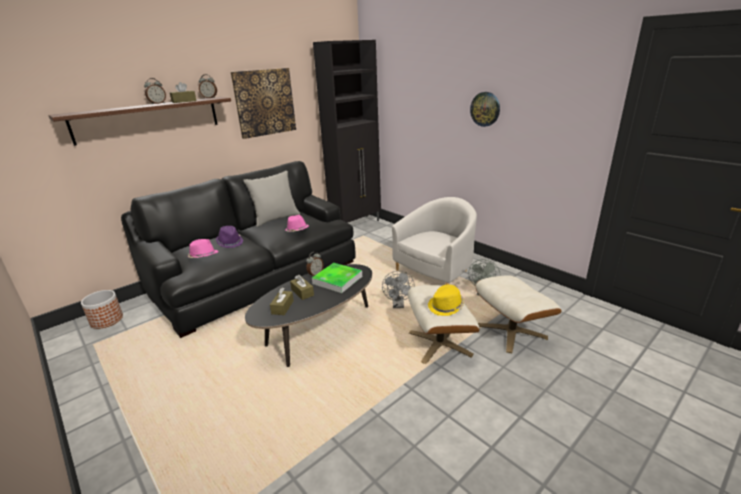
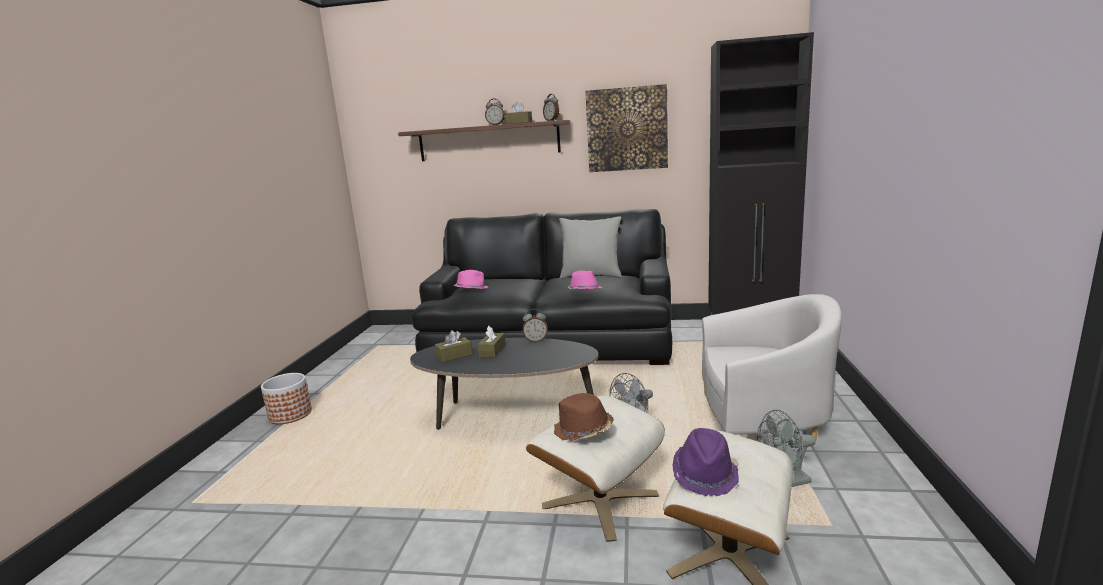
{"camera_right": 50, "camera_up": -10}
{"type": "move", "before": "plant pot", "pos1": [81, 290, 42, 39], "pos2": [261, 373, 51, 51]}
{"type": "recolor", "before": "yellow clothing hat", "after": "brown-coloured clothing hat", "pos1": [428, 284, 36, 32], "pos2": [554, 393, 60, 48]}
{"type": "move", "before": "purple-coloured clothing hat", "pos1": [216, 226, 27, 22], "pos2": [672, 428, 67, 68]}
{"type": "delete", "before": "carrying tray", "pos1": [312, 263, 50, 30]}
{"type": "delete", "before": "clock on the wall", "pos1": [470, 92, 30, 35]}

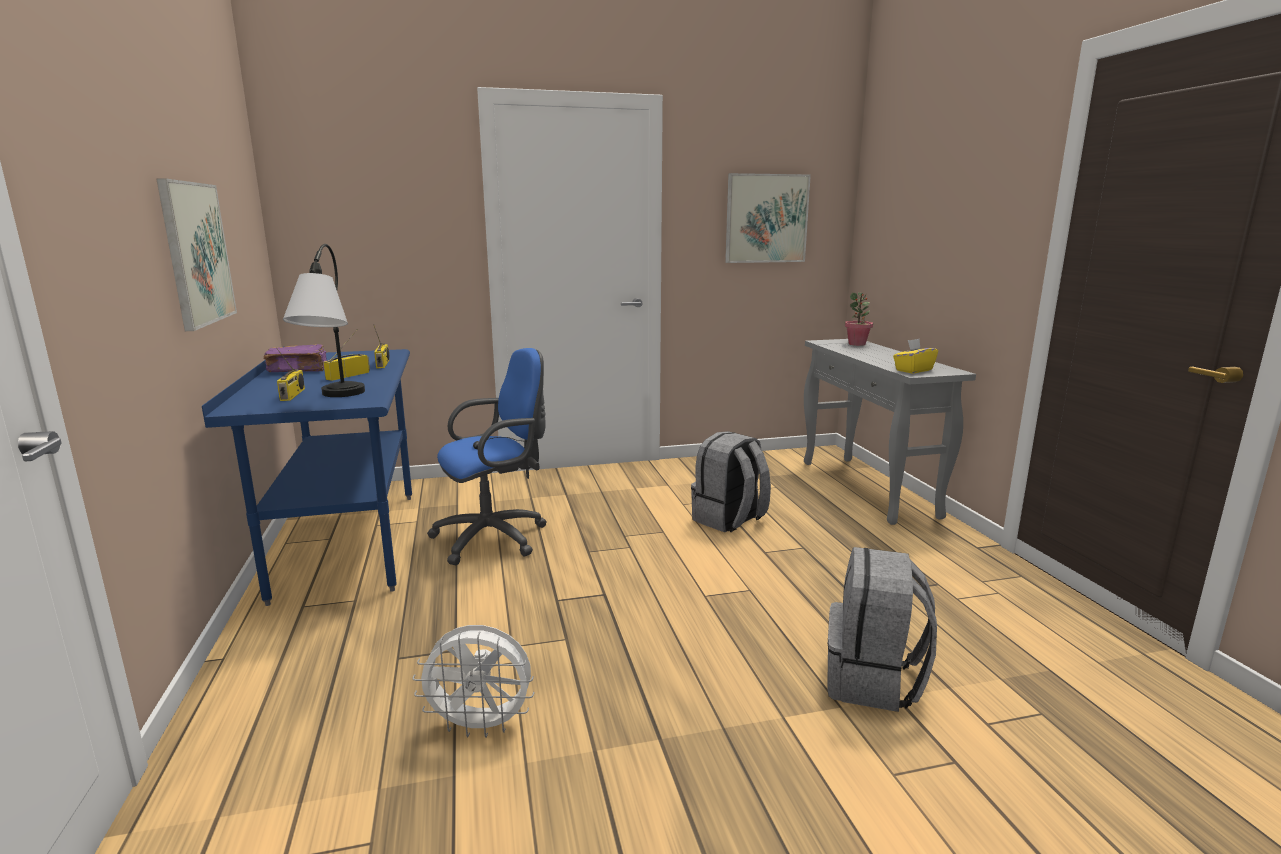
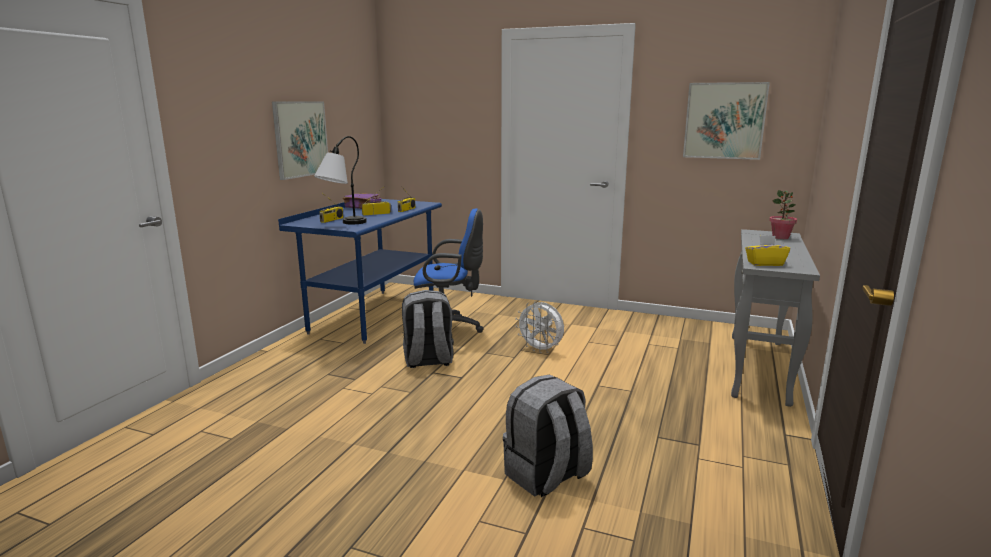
{"camera_right": 35, "camera_up": 0}
{"type": "move", "before": "gray backpack", "pos1": [691, 431, 80, 101], "pos2": [402, 290, 52, 78]}
{"type": "move", "before": "white cooling fan", "pos1": [412, 625, 123, 113], "pos2": [516, 301, 48, 52]}

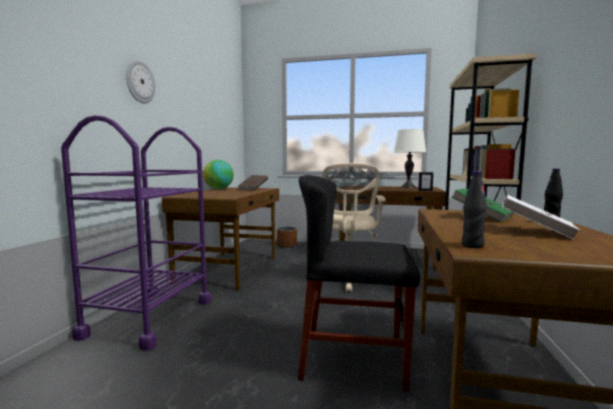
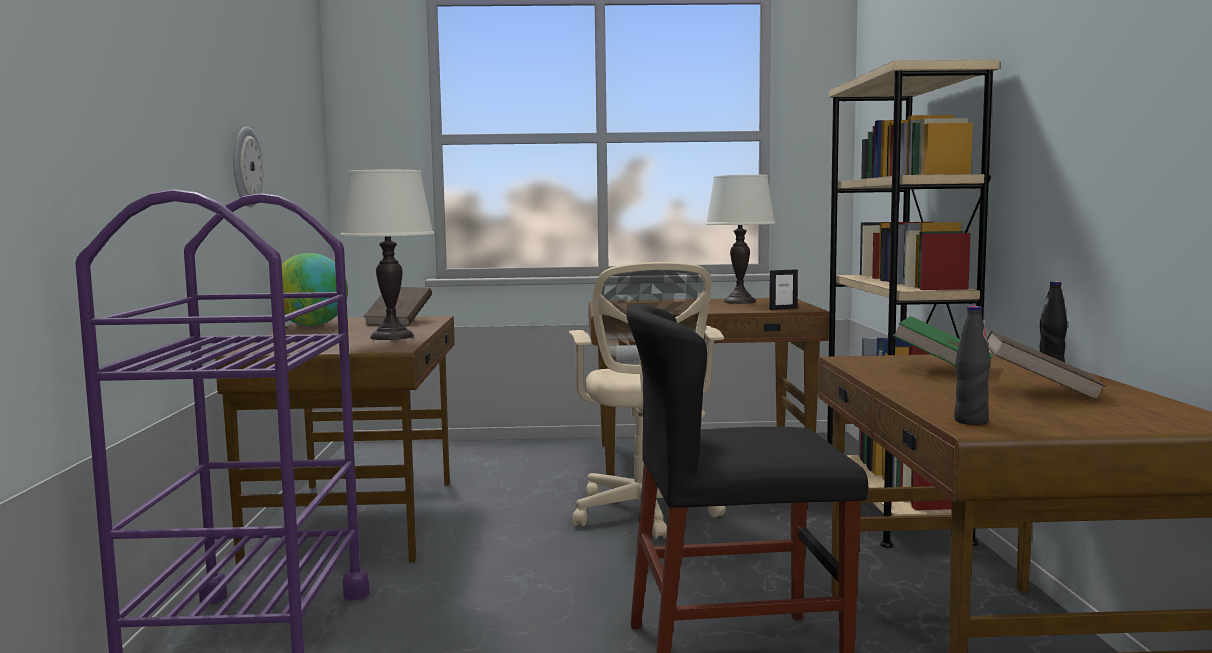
{"camera_right": -15, "camera_up": 0}
{"type": "move", "before": "clock on the wall", "pos1": [126, 60, 29, 43], "pos2": [234, 127, 29, 80]}
{"type": "insert", "after": "white tabletop lamp", "pos2": [340, 170, 94, 170]}
{"type": "recolor", "before": "white book", "after": "brown-coloured book", "pos1": [502, 195, 78, 45], "pos2": [987, 331, 119, 70]}
{"type": "delete", "before": "brown-coloured plant pot", "pos1": [277, 226, 20, 22]}

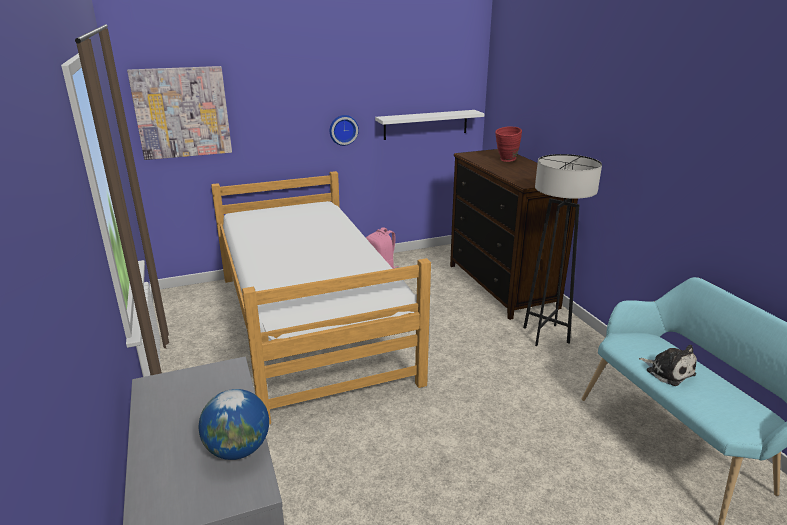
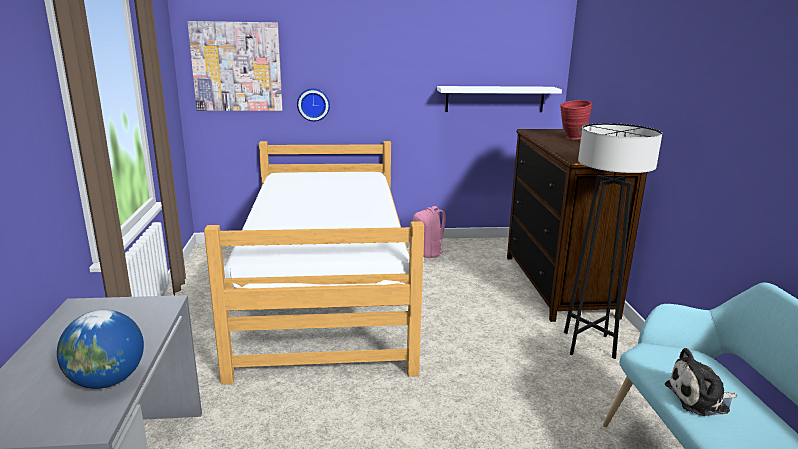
{"camera_right": 15, "camera_up": -5}
{"type": "move", "before": "clock on the wall", "pos1": [330, 115, 29, 31], "pos2": [297, 88, 33, 33]}
{"type": "rotate", "before": "soft toy", "pos1": [639, 345, 58, 41], "pos2": [665, 348, 72, 68], "turn": 105}

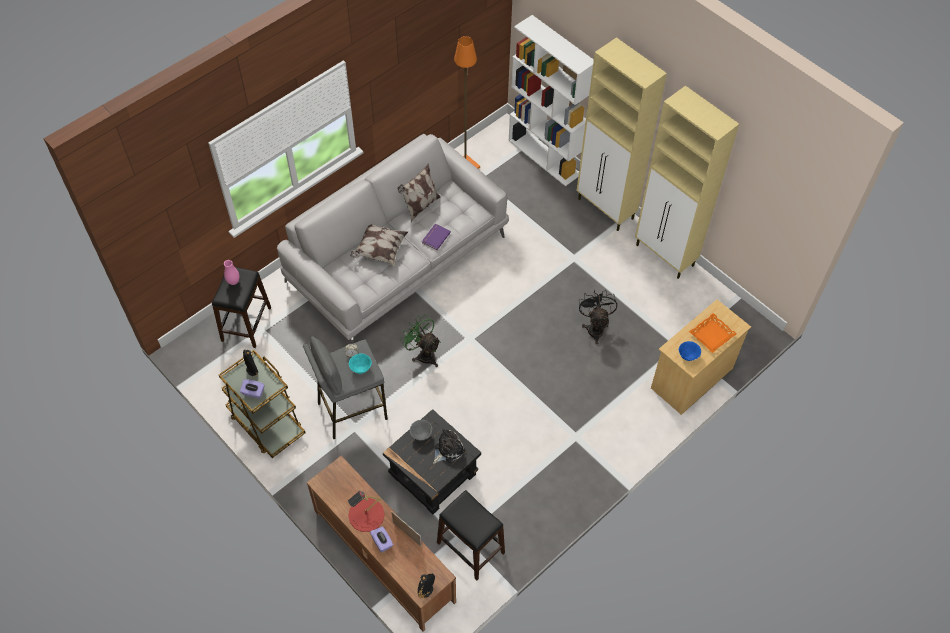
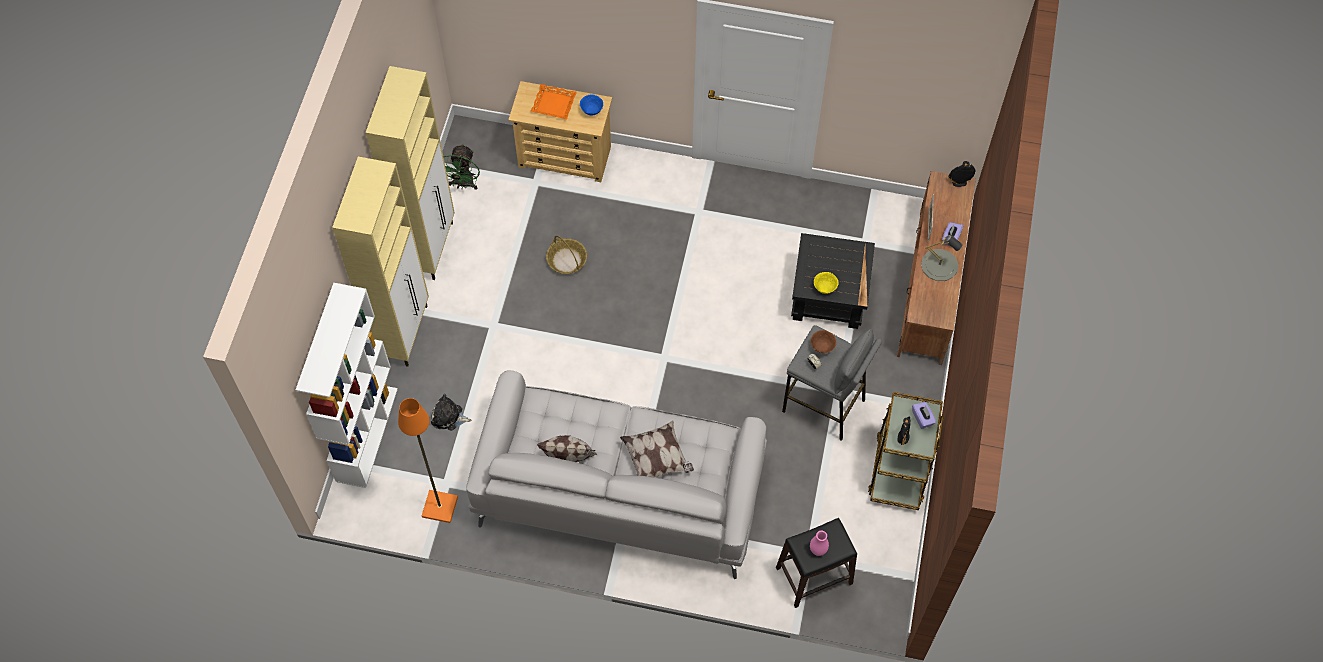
{"camera_right": -125, "camera_up": 5}
{"type": "move", "before": "soft toy", "pos1": [433, 429, 33, 35], "pos2": [431, 394, 40, 36]}
{"type": "move", "before": "greenish cooling fan", "pos1": [400, 315, 41, 52], "pos2": [443, 144, 37, 46]}
{"type": "replace", "before": "black cooling fan", "after": "household basket", "pos1": [579, 290, 38, 55], "pos2": [546, 235, 41, 39]}
{"type": "recolor", "before": "turquoise bowl", "after": "brown-coloured bowl", "pos1": [349, 353, 23, 21], "pos2": [811, 330, 26, 23]}
{"type": "recolor", "before": "gray bowl", "after": "yellow bowl", "pos1": [410, 420, 22, 21], "pos2": [814, 272, 25, 22]}
{"type": "recolor", "before": "red-coloured tabletop lamp", "after": "gray tabletop lamp", "pos1": [348, 491, 37, 41], "pos2": [921, 235, 41, 46]}
{"type": "delete", "before": "purple-coloured book", "pos1": [422, 224, 29, 26]}
{"type": "delete", "before": "black stool seat", "pos1": [437, 490, 68, 91]}

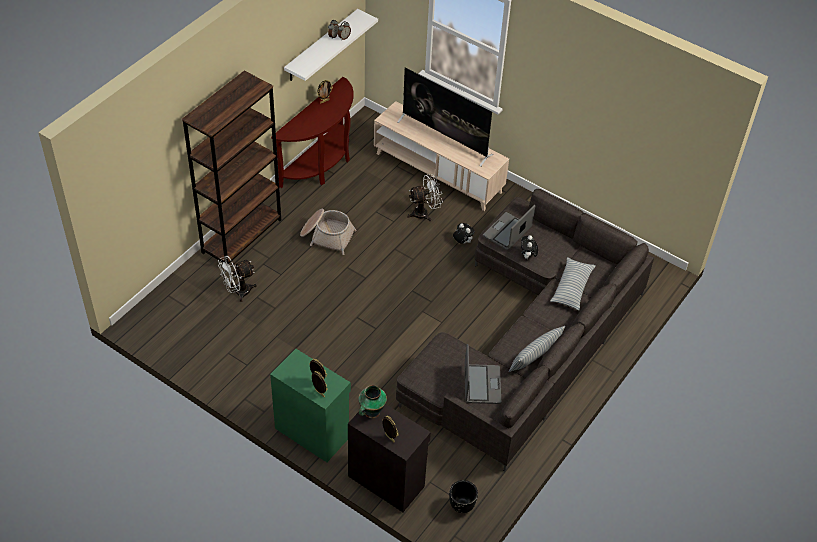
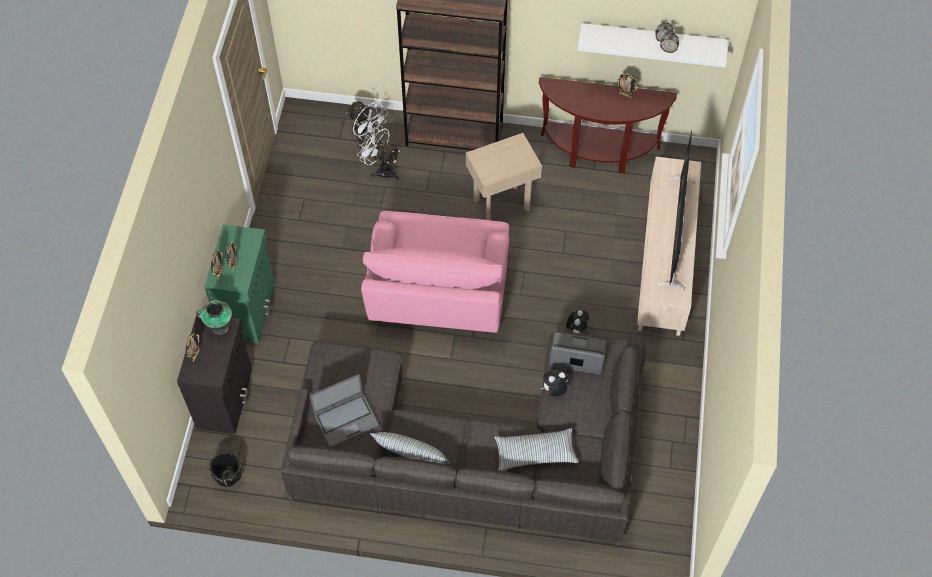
{"camera_right": 65, "camera_up": 10}
{"type": "move", "before": "white cooling fan", "pos1": [407, 174, 36, 47], "pos2": [346, 101, 42, 46]}
{"type": "insert", "after": "pinkish lounge chair", "pos2": [361, 211, 148, 122]}
{"type": "replace", "before": "household basket", "after": "beige-coloured accent table", "pos1": [300, 209, 57, 46], "pos2": [466, 133, 76, 87]}

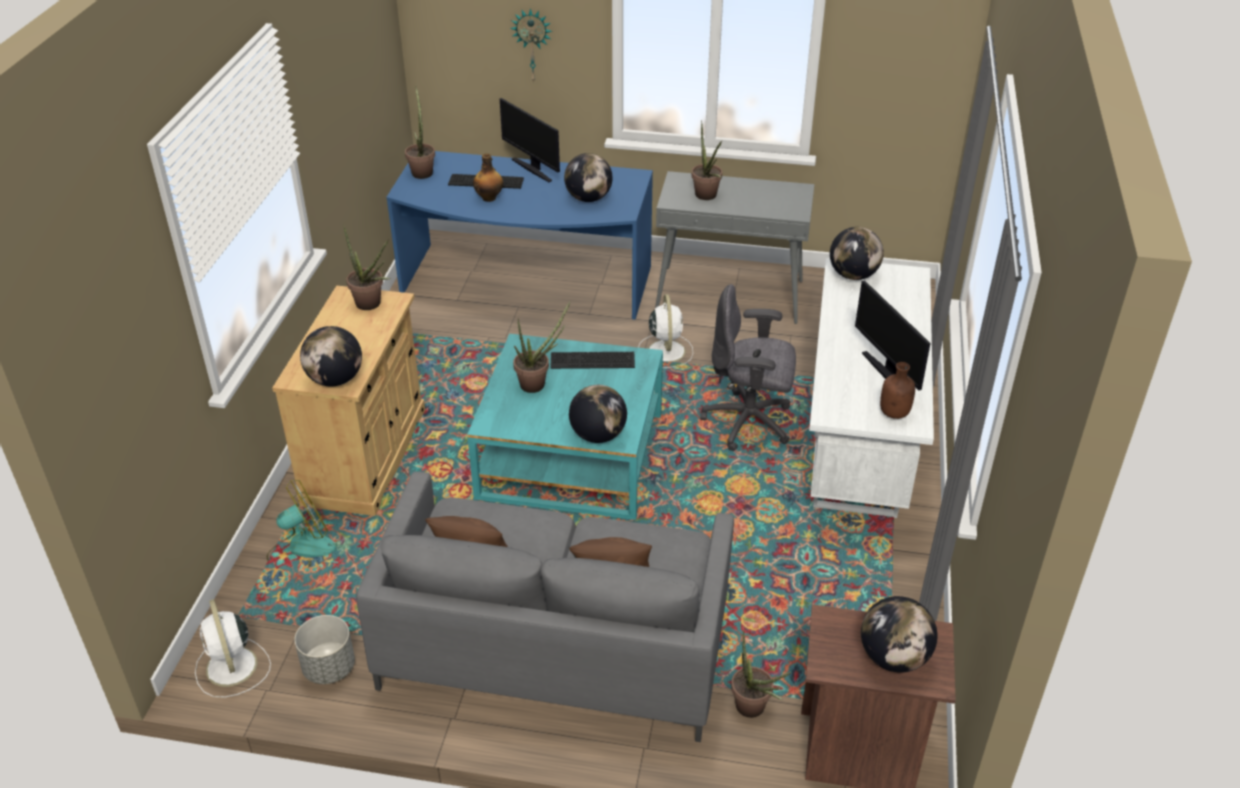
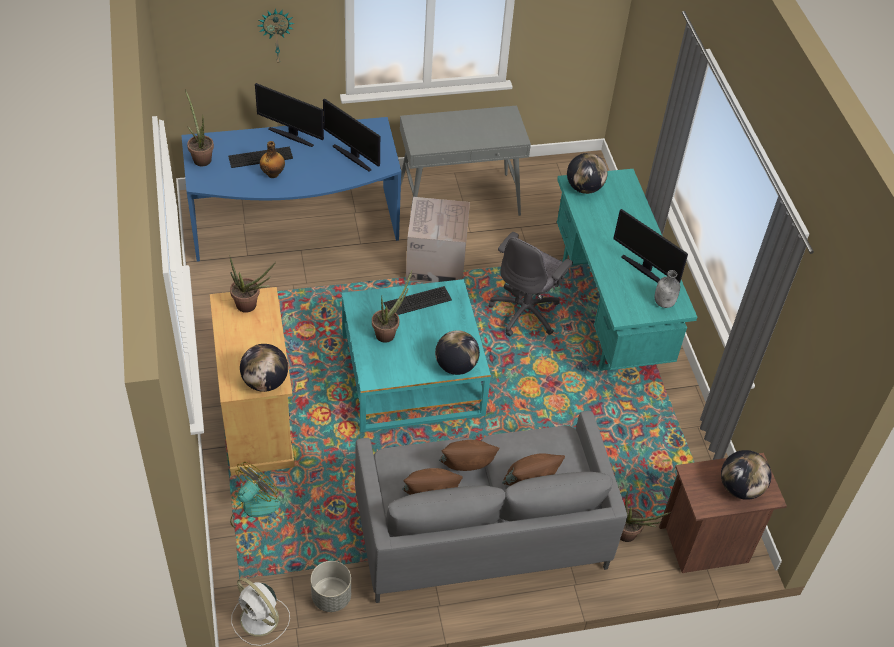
{"camera_right": -25, "camera_up": 10}
{"type": "replace", "before": "world globe", "after": "computer display", "pos1": [564, 153, 49, 49], "pos2": [323, 98, 57, 73]}
{"type": "replace", "before": "white cooling fan", "after": "cardboard box", "pos1": [638, 294, 55, 74], "pos2": [406, 197, 64, 86]}
{"type": "insert", "after": "brown-coloured cushion", "pos2": [439, 440, 60, 31]}
{"type": "rotate", "before": "gray desk chair", "pos1": [700, 284, 96, 167], "pos2": [489, 232, 84, 105], "turn": -45}
{"type": "recolor", "before": "white desk", "after": "turquoise desk", "pos1": [809, 258, 125, 260], "pos2": [557, 169, 140, 202]}
{"type": "recolor", "before": "brown-coloured bottle", "after": "gray bottle", "pos1": [880, 362, 35, 57], "pos2": [655, 270, 25, 38]}
{"type": "delete", "before": "potted plant", "pos1": [692, 120, 30, 80]}

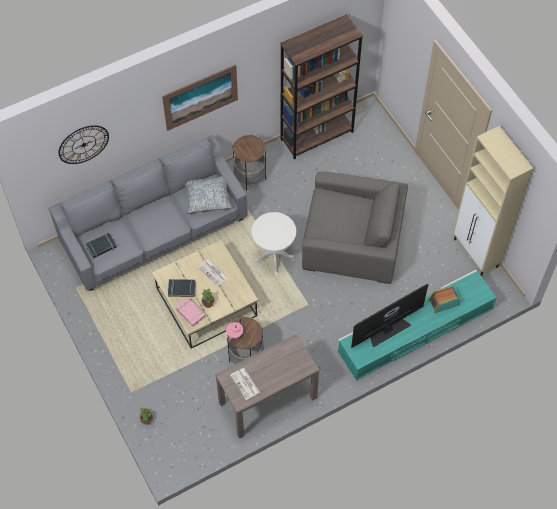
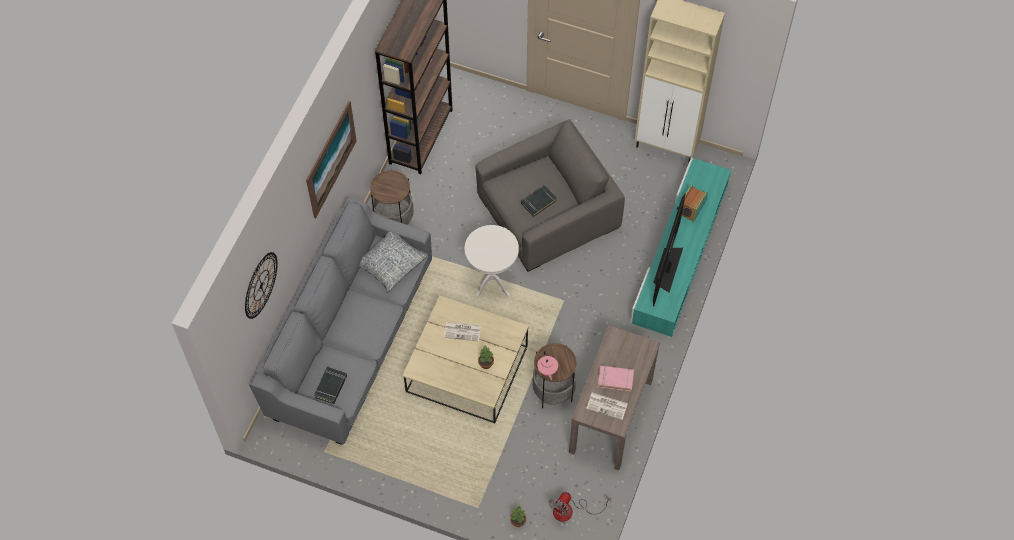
{"camera_right": -40, "camera_up": 0}
{"type": "move", "before": "black book", "pos1": [168, 279, 28, 18], "pos2": [521, 185, 36, 32]}
{"type": "insert", "after": "cooling fan", "pos2": [549, 492, 62, 30]}
{"type": "move", "before": "pinkish book", "pos1": [175, 297, 31, 30], "pos2": [598, 365, 36, 27]}

